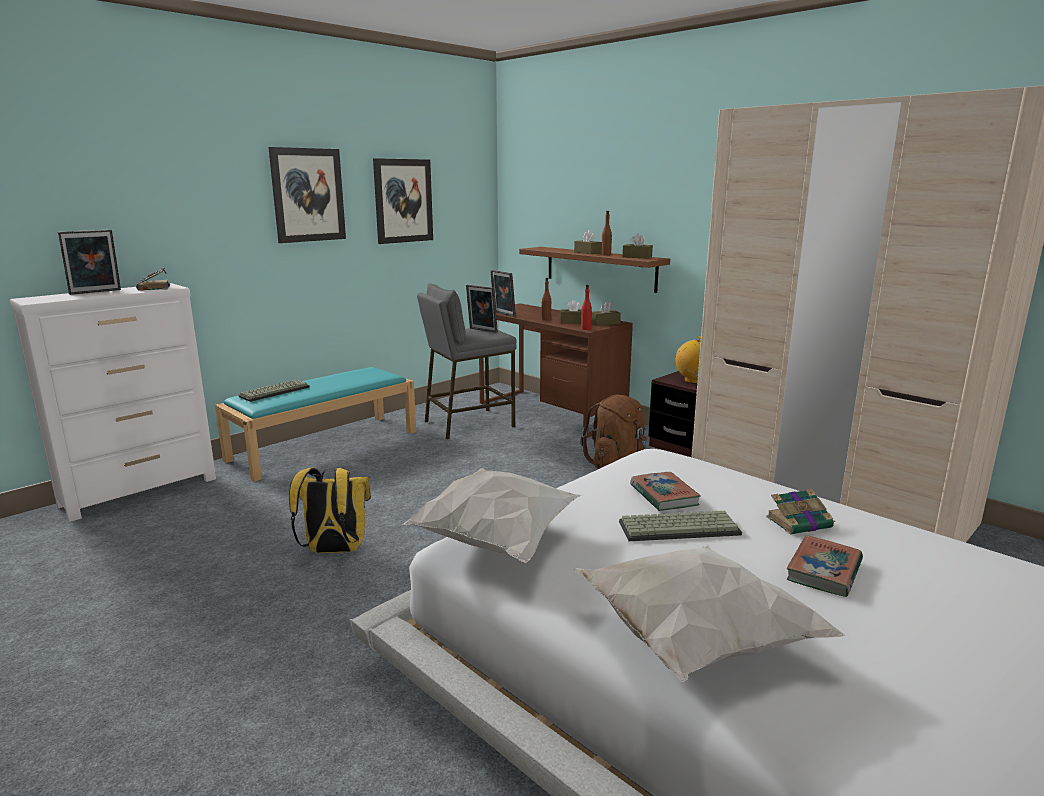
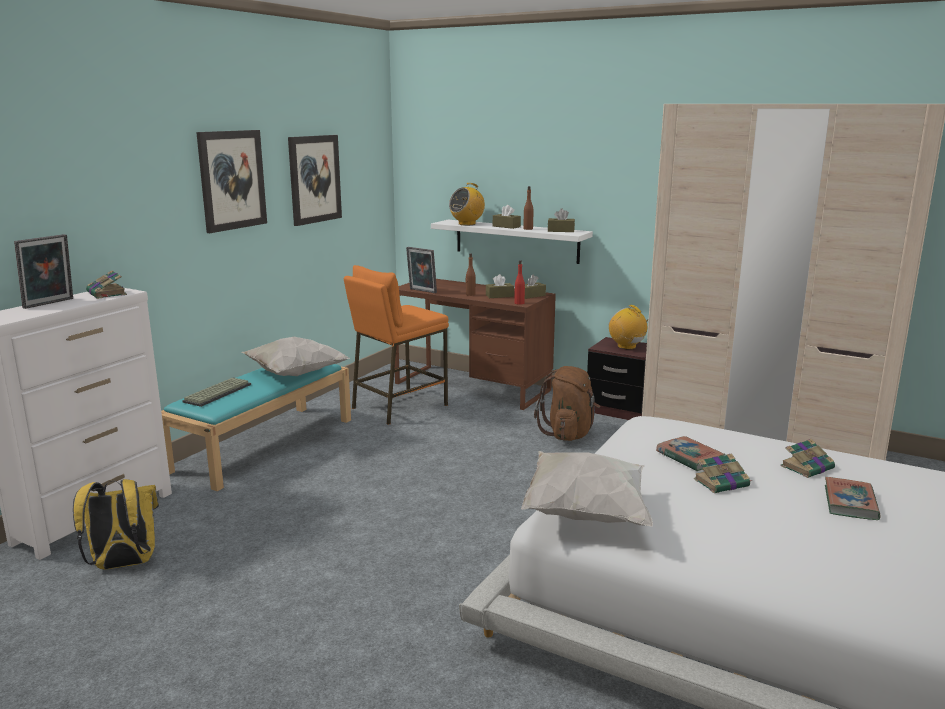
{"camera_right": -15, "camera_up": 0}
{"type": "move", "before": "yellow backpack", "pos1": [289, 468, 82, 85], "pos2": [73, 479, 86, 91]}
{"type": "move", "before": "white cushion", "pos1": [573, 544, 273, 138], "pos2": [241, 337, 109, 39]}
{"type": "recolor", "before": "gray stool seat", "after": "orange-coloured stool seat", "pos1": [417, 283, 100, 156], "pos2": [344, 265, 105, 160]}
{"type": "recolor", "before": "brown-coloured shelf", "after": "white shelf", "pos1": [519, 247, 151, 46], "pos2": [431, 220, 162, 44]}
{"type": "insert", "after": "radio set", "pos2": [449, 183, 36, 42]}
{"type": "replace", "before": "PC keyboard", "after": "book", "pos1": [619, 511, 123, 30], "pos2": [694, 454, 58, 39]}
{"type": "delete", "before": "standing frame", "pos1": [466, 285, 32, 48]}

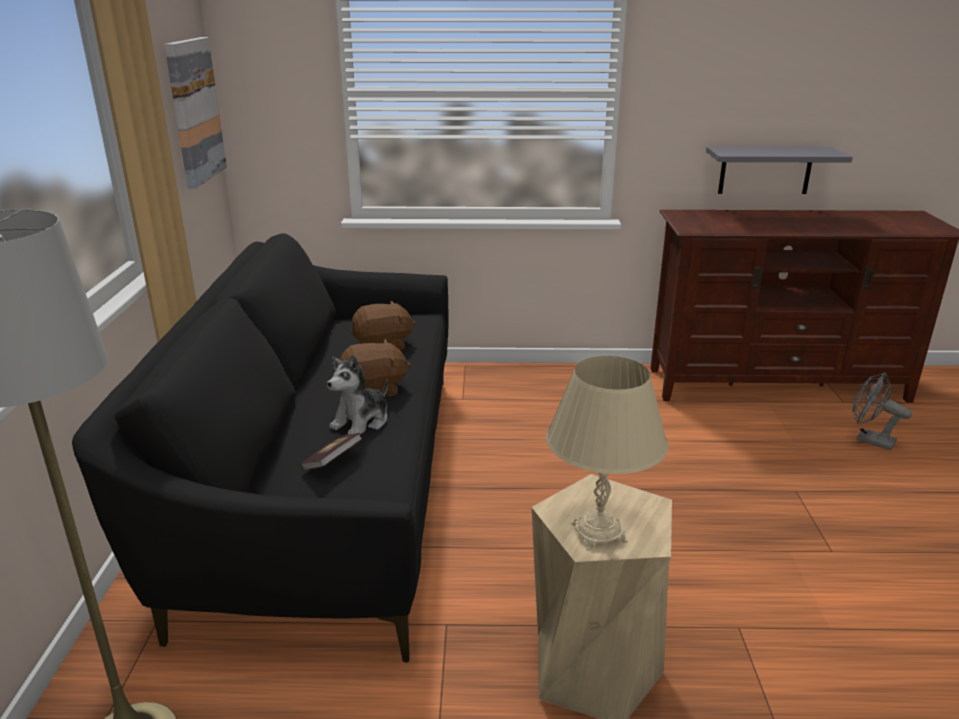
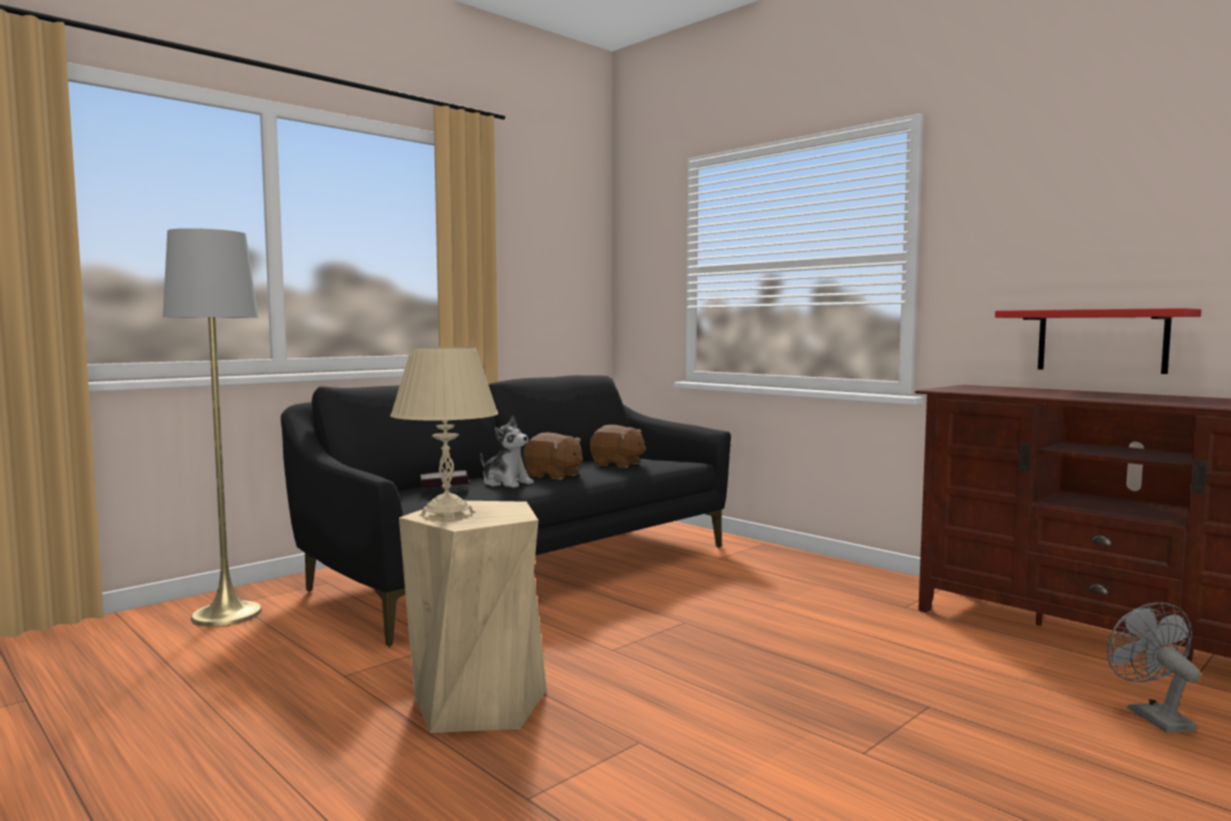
{"camera_right": 45, "camera_up": -20}
{"type": "rotate", "before": "soft toy", "pos1": [327, 354, 61, 81], "pos2": [480, 416, 54, 72], "turn": -135}
{"type": "recolor", "before": "gray shelf", "after": "red-coloured shelf", "pos1": [706, 146, 147, 48], "pos2": [995, 308, 206, 66]}
{"type": "delete", "before": "wall picture", "pos1": [164, 37, 63, 152]}

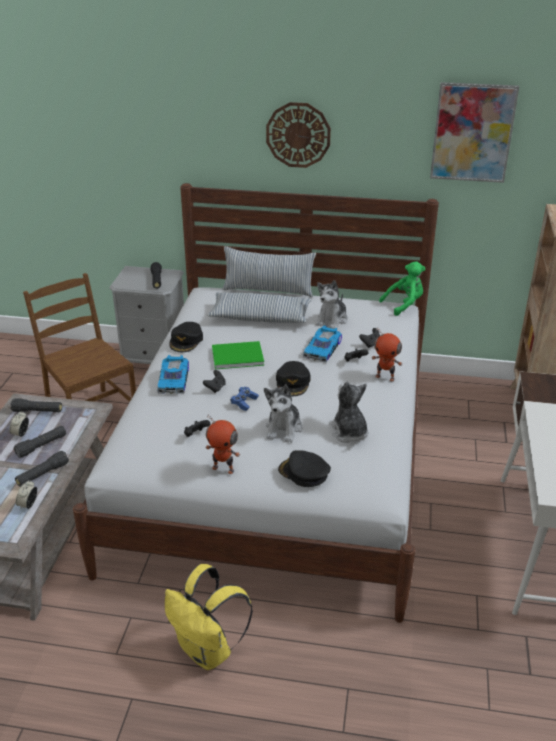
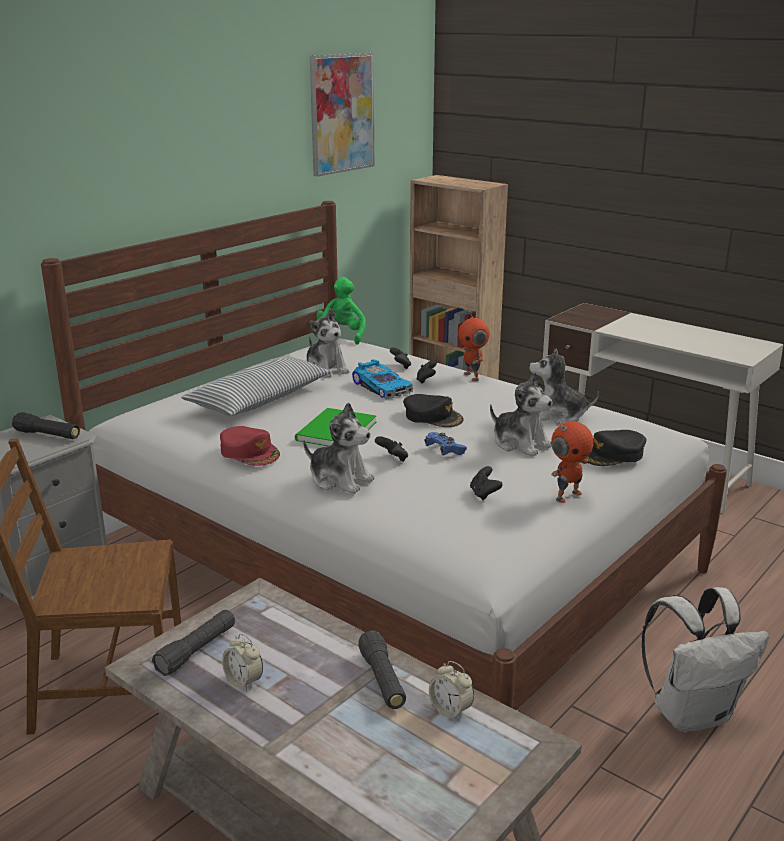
{"camera_right": -60, "camera_up": -10}
{"type": "recolor", "before": "black peaked cap", "after": "red-coloured peaked cap", "pos1": [169, 322, 34, 30], "pos2": [220, 426, 60, 40]}
{"type": "replace", "before": "toy car", "after": "soft toy", "pos1": [157, 355, 32, 39], "pos2": [303, 402, 72, 92]}
{"type": "rotate", "before": "robot figure", "pos1": [372, 328, 30, 53], "pos2": [458, 309, 32, 72], "turn": 105}
{"type": "recolor", "before": "yellow backpack", "after": "white backpack", "pos1": [165, 564, 88, 106], "pos2": [641, 587, 128, 146]}
{"type": "delete", "before": "black flashlight", "pos1": [14, 426, 52, 32]}
{"type": "delete", "before": "cushion", "pos1": [223, 246, 93, 51]}
{"type": "delete", "before": "clock on the wall", "pos1": [266, 102, 65, 66]}

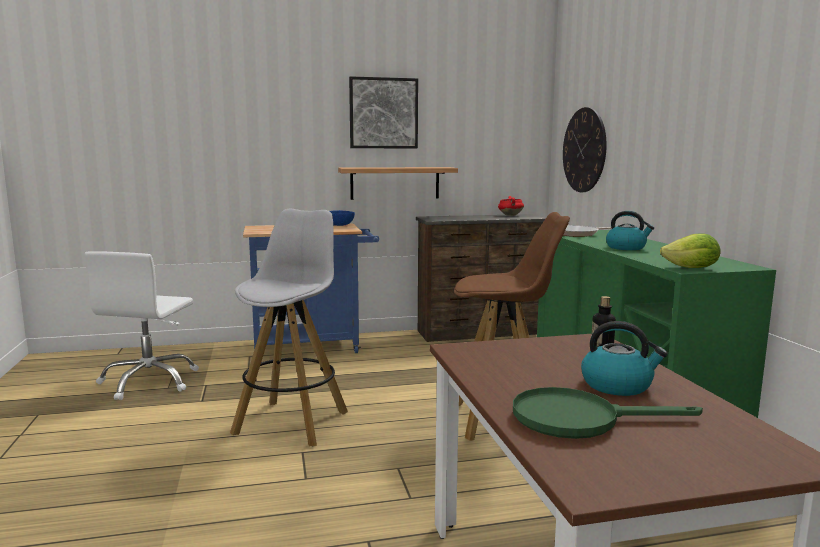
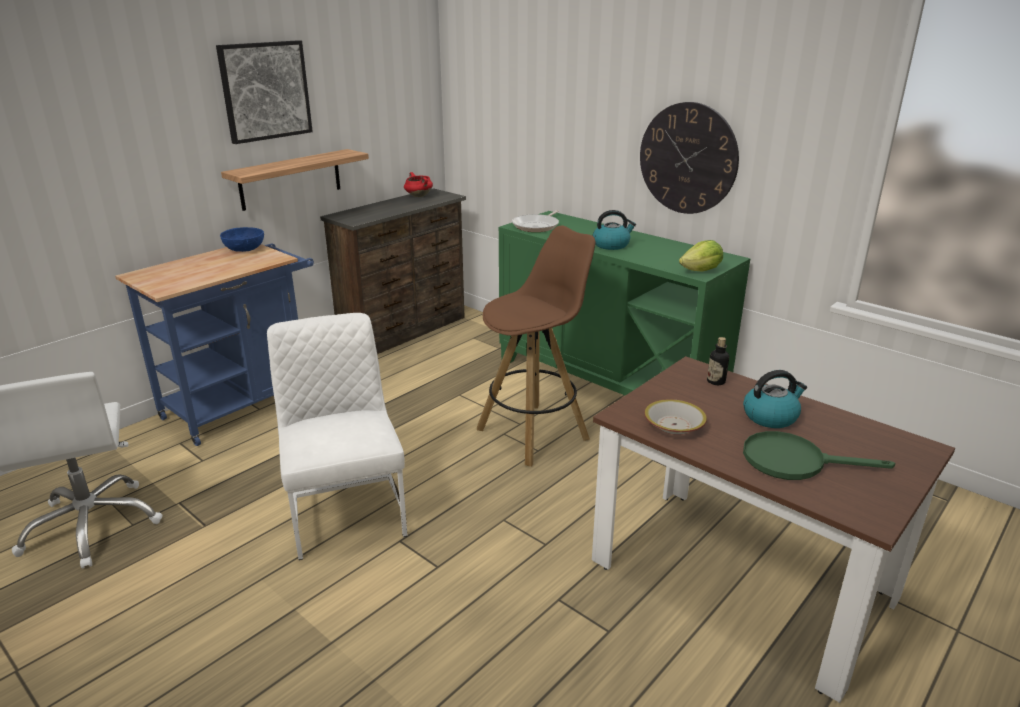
{"camera_right": -35, "camera_up": 15}
{"type": "replace", "before": "white stool seat", "after": "white upright chair", "pos1": [230, 209, 118, 237], "pos2": [267, 313, 141, 247]}
{"type": "move", "before": "clock on the wall", "pos1": [563, 107, 43, 85], "pos2": [640, 102, 99, 112]}
{"type": "insert", "after": "bowl", "pos2": [644, 399, 63, 36]}
{"type": "rotate", "before": "greenish pan", "pos1": [513, 387, 190, 52], "pos2": [743, 431, 152, 49], "turn": 45}

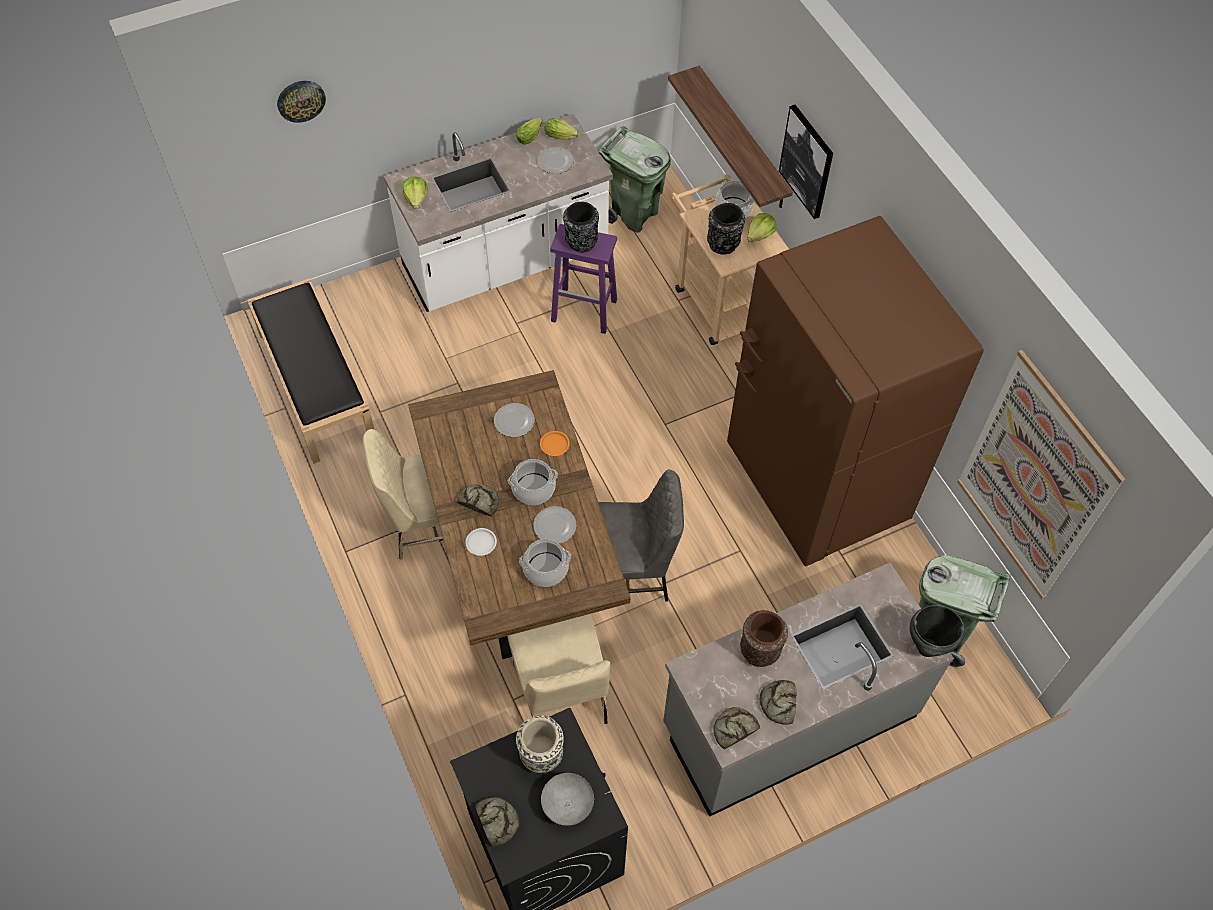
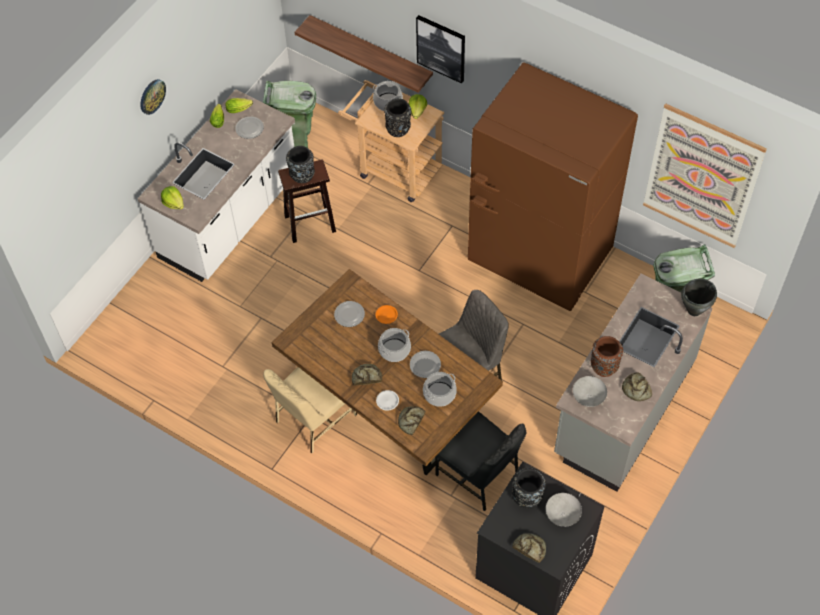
{"camera_right": -30, "camera_up": 0}
{"type": "move", "before": "clock on the wall", "pos1": [277, 81, 49, 42], "pos2": [140, 79, 26, 36]}
{"type": "recolor", "before": "purple-coloured stool seat", "after": "brown-coloured stool seat", "pos1": [550, 224, 67, 110], "pos2": [278, 159, 58, 84]}
{"type": "move", "before": "bakery bread", "pos1": [713, 707, 47, 42], "pos2": [398, 406, 27, 29]}
{"type": "recolor", "before": "beige-coloured upright chair", "after": "black upright chair", "pos1": [508, 614, 102, 110], "pos2": [435, 411, 91, 100]}
{"type": "recolor", "before": "beige-coloured vase", "after": "black vase", "pos1": [516, 715, 48, 58], "pos2": [512, 468, 34, 40]}
{"type": "insert", "after": "gray bowl", "pos2": [573, 376, 34, 31]}
{"type": "delete", "before": "black bench", "pos1": [247, 278, 128, 186]}

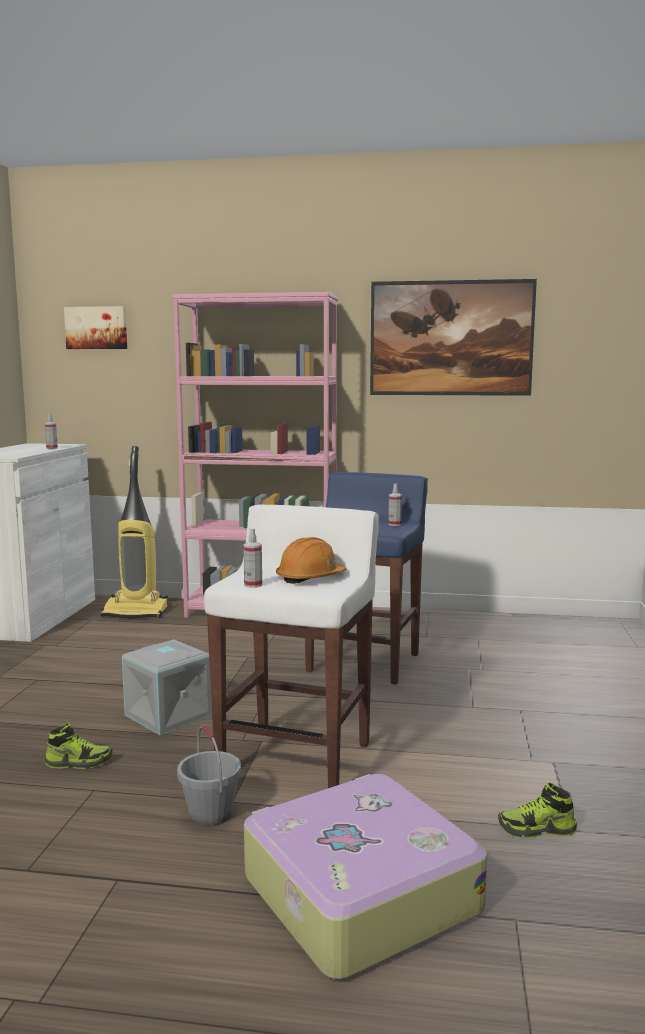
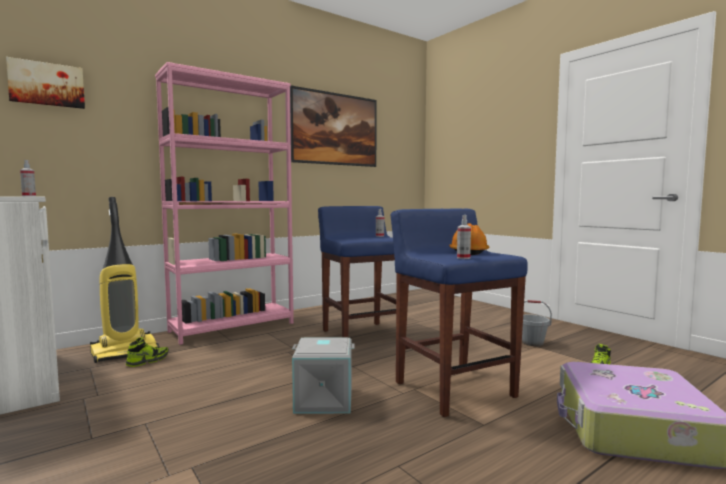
{"camera_right": -45, "camera_up": -5}
{"type": "move", "before": "shoe", "pos1": [45, 723, 68, 46], "pos2": [126, 337, 43, 30]}
{"type": "recolor", "before": "white stool seat", "after": "blue-coloured stool seat", "pos1": [204, 505, 175, 283], "pos2": [391, 209, 137, 208]}
{"type": "move", "before": "gray water bucket", "pos1": [177, 725, 64, 102], "pos2": [522, 300, 30, 47]}

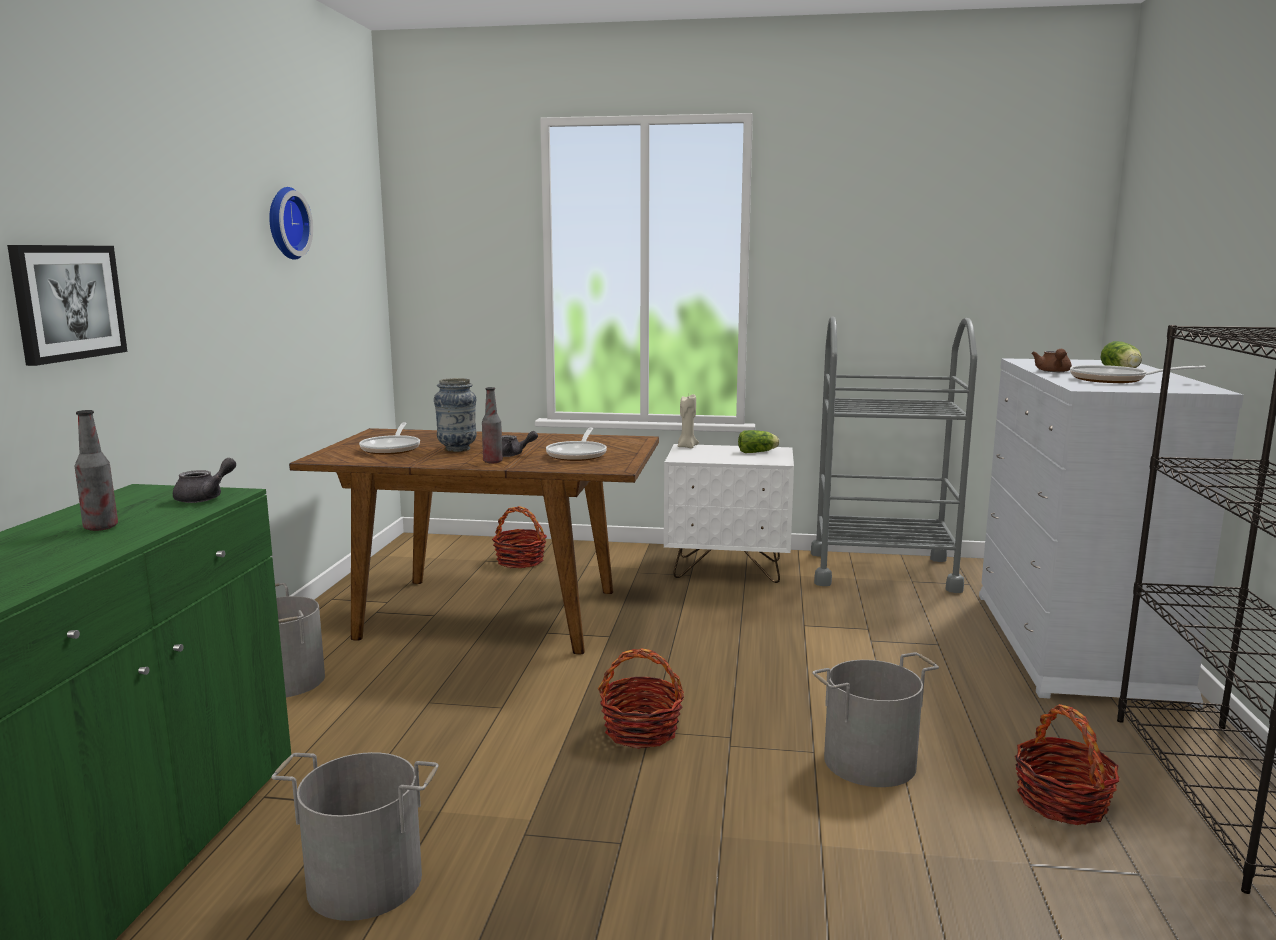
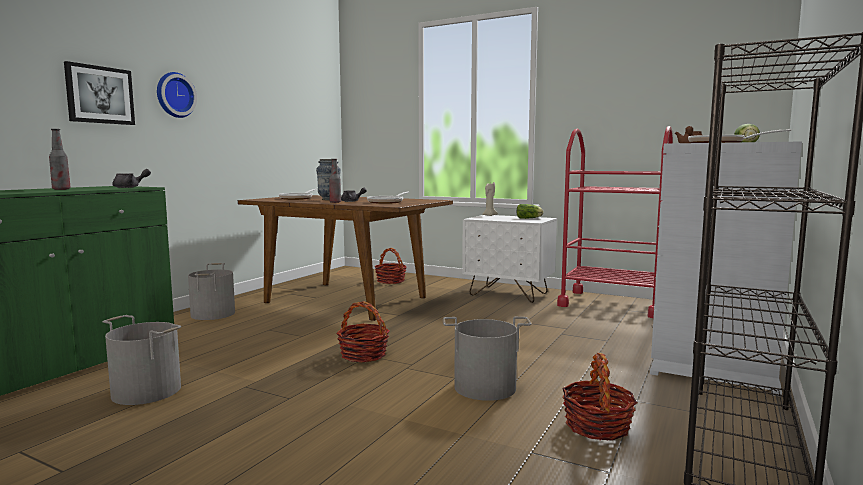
{"camera_right": 20, "camera_up": -5}
{"type": "move", "before": "clock on the wall", "pos1": [269, 187, 44, 73], "pos2": [157, 72, 40, 46]}
{"type": "recolor", "before": "gray cart", "after": "red-coloured cart", "pos1": [811, 316, 167, 277], "pos2": [557, 126, 116, 192]}

